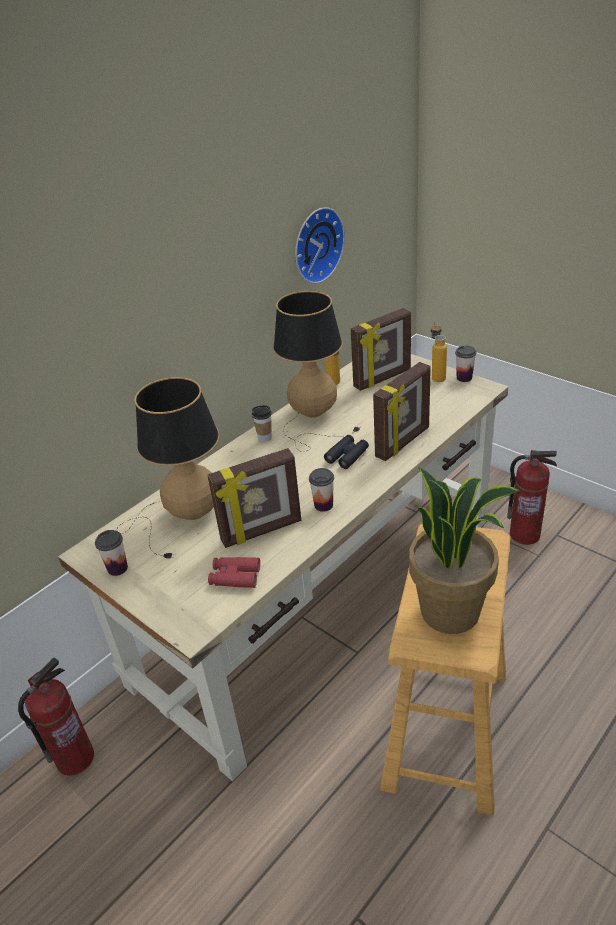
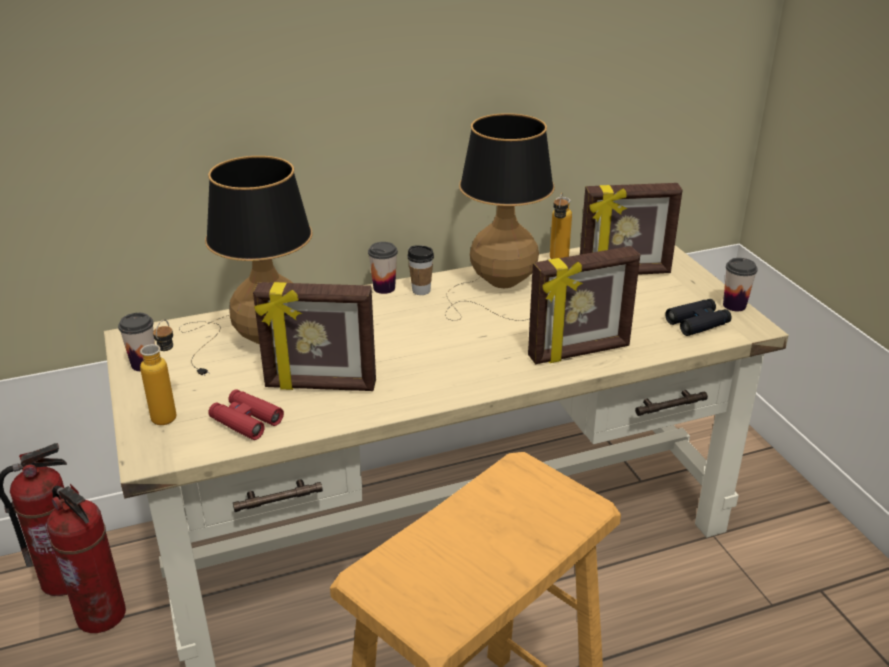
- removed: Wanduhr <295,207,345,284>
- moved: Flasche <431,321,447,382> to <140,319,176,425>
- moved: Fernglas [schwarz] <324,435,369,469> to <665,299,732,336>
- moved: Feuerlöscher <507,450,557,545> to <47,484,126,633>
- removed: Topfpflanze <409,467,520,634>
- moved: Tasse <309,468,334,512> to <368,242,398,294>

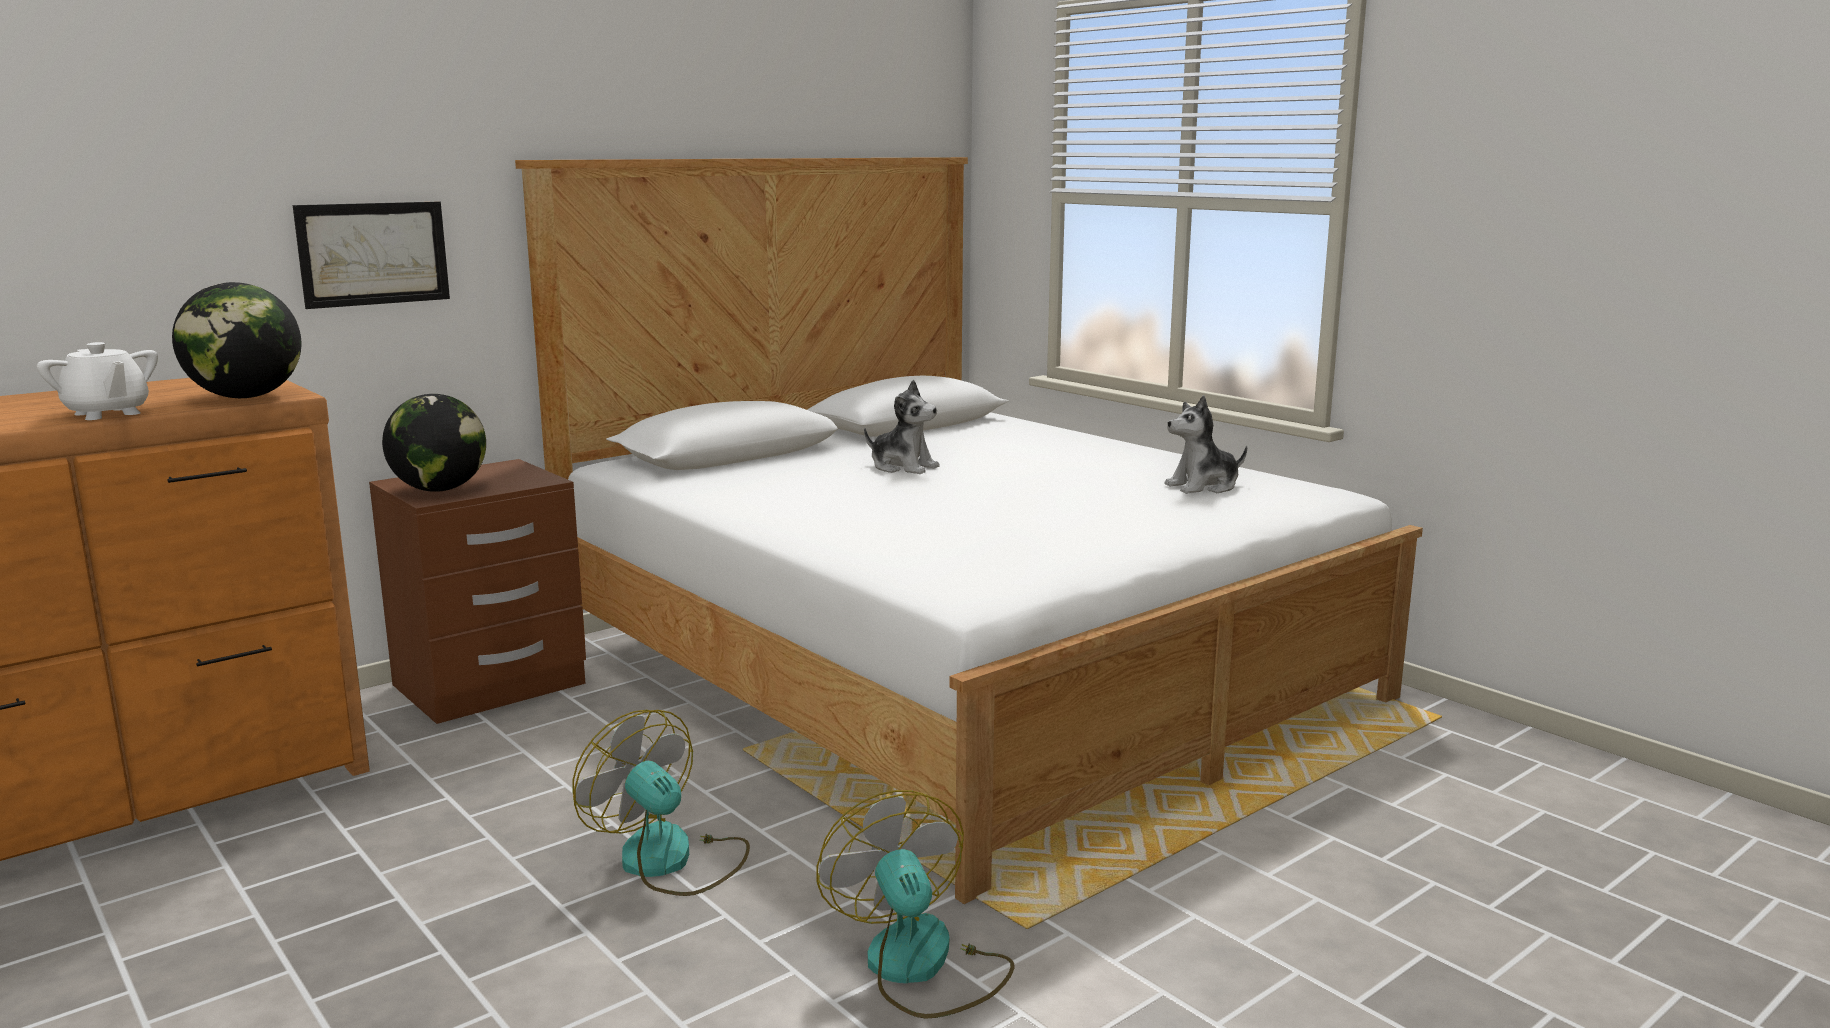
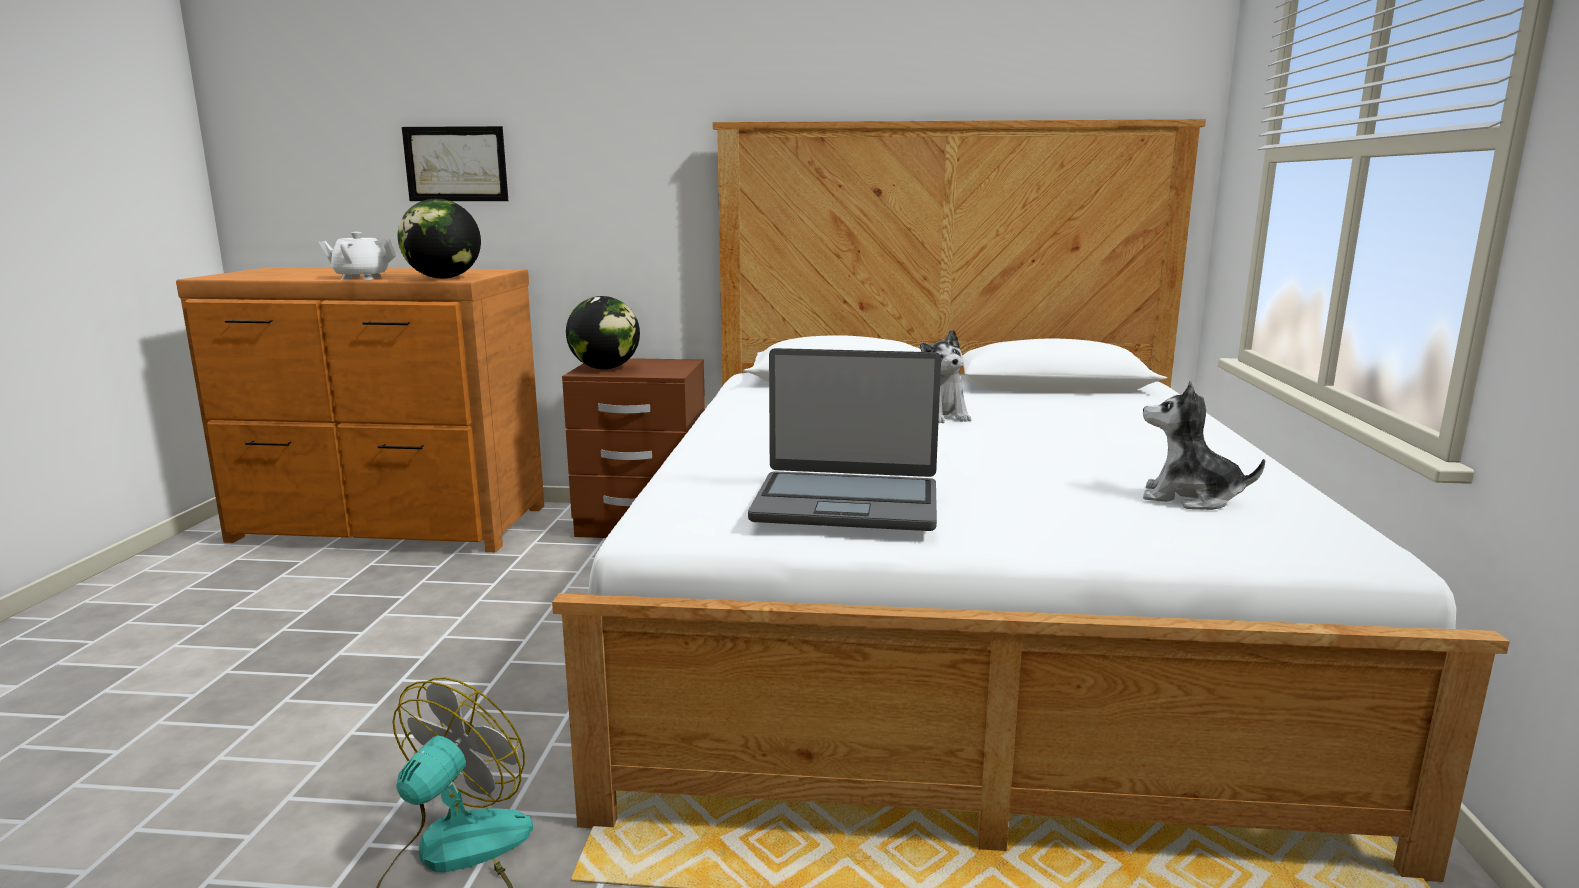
- moved: Bild <293,202,450,309> to <402,126,508,201>
- turned: Teekanne [weiß] <37,342,158,420> = <319,232,396,280> 90 degrees clockwise
- removed: Ventilator <573,710,750,896>
- added: Laptop <748,348,941,531>

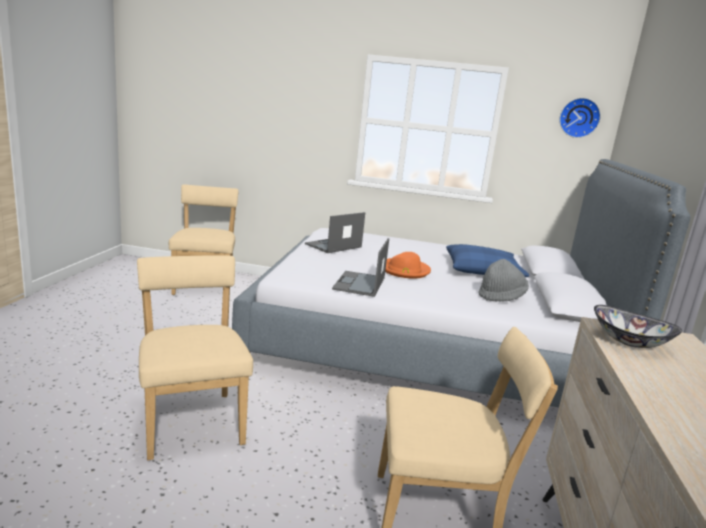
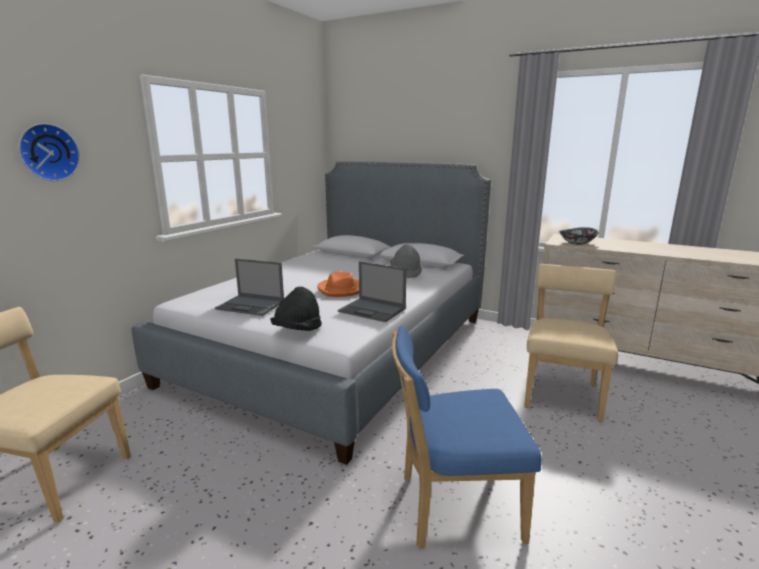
- moved: Wanduhr <559,98,601,138> to <18,123,80,181>
- turned: Laptop <305,212,365,253> = <215,258,284,316> 45 degrees counterclockwise
- removed: Kissen [blau] <446,244,529,277>
- recoloured: Stuhl [beige] <137,255,253,460> to Stuhl [blau] <392,325,542,550>
- added: Hut [schwarz] <270,287,322,331>

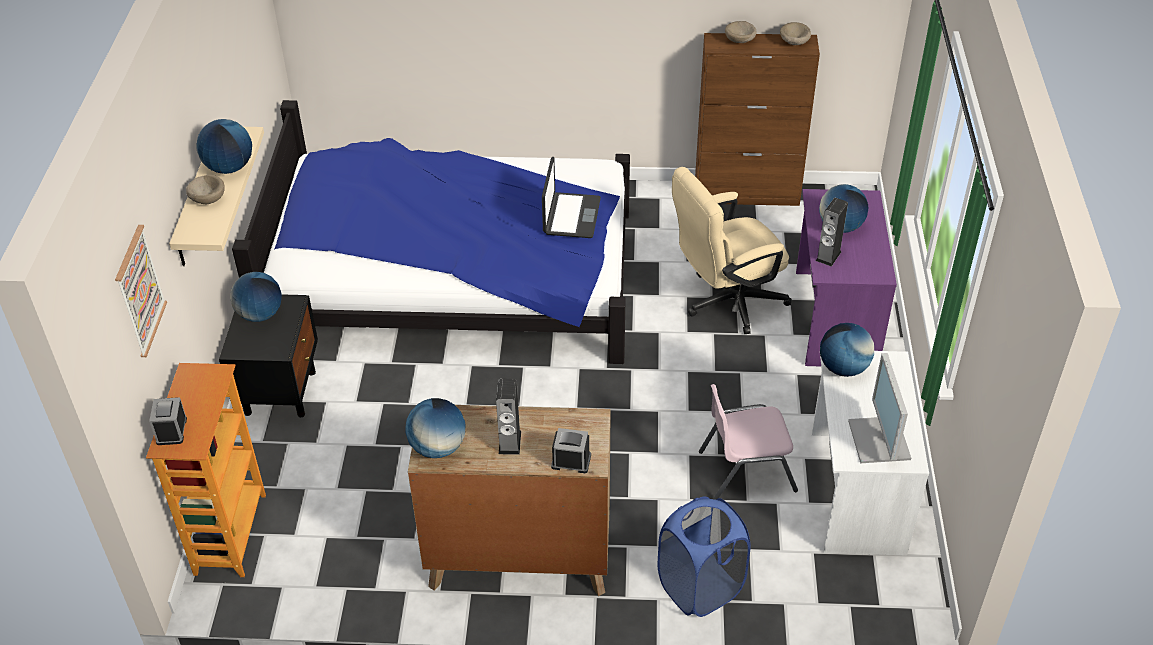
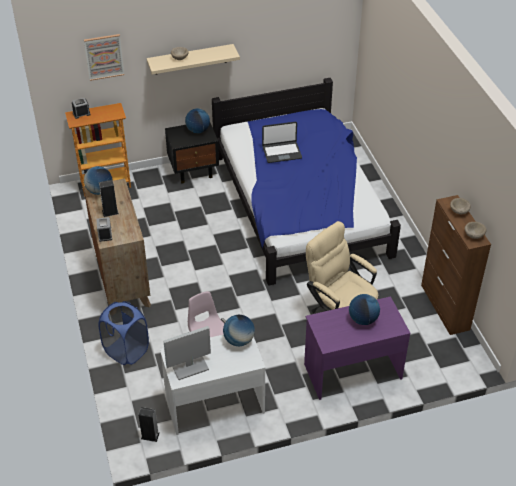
- removed: Globus <196,119,252,174>
- moved: Laptop <542,157,601,238> to <262,122,302,163>
- moved: Lautsprecher <816,198,848,267> to <139,407,160,442>

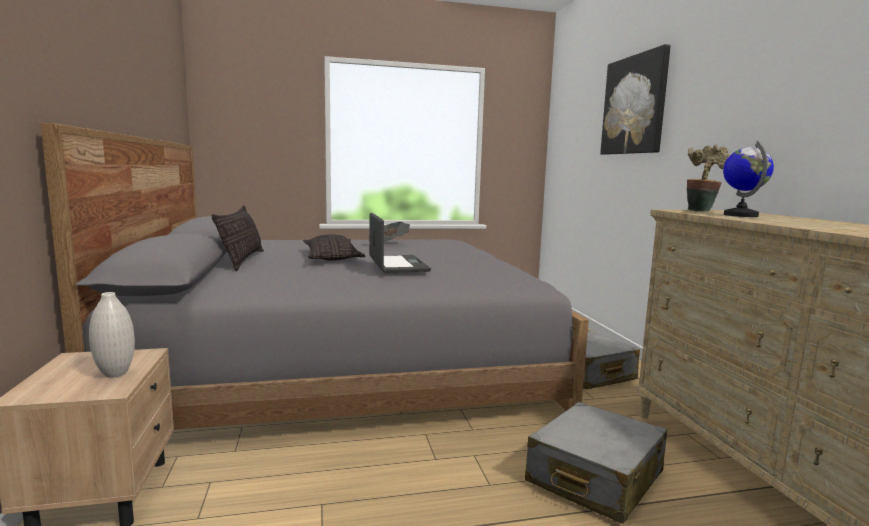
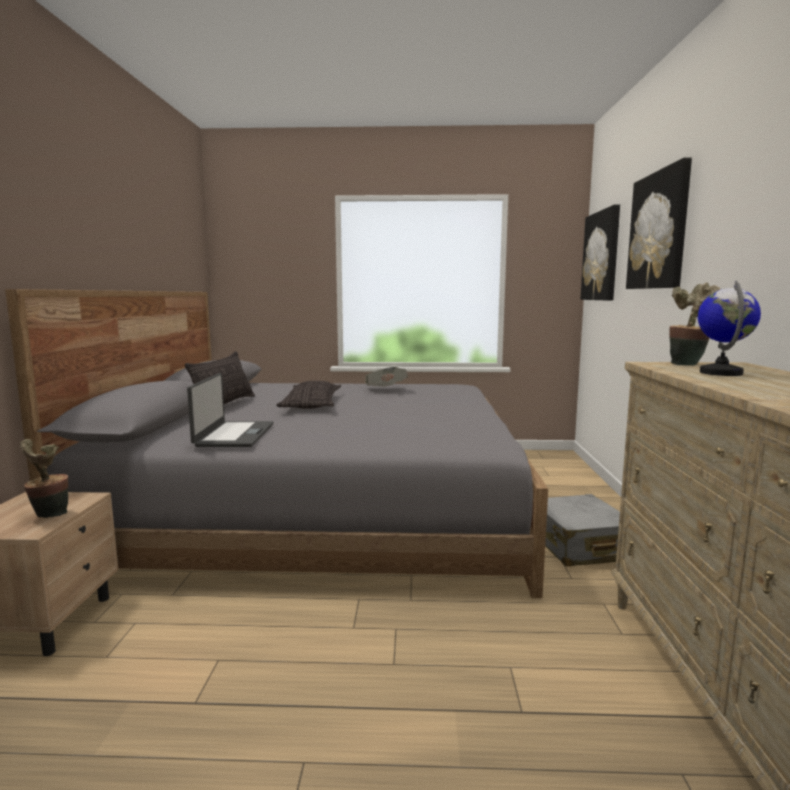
- moved: Laptop <369,213,431,273> to <187,373,273,447>
- replaced: Vase [weiß] <89,292,135,378> to Topfpflanze <20,439,68,518>
- removed: Koffer [grau] <525,402,667,524>
- added: Bild <580,204,620,301>

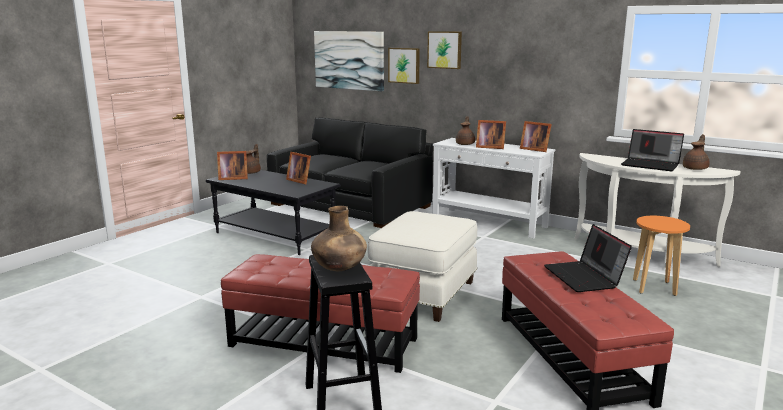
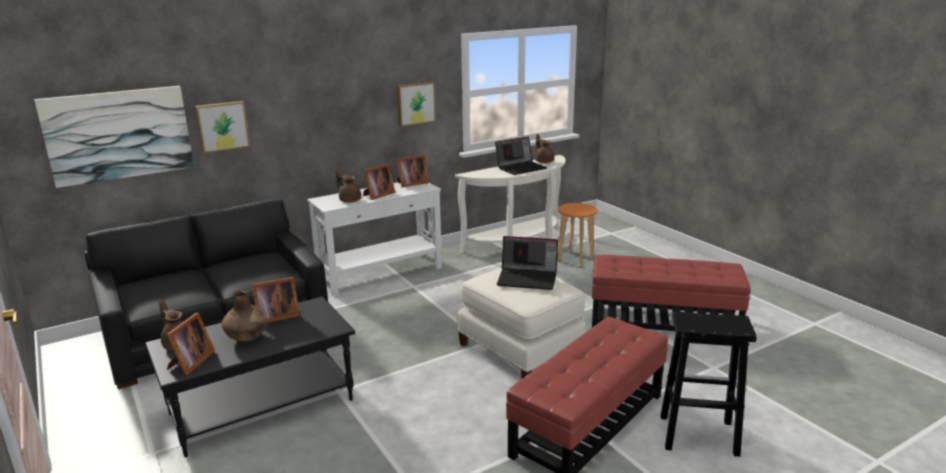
- moved: Bild <427,31,462,69> to <397,82,436,126>
- moved: Vase [braun] <311,206,367,271> to <222,289,268,341>
- moved: Laptop <544,224,632,292> to <497,236,558,290>

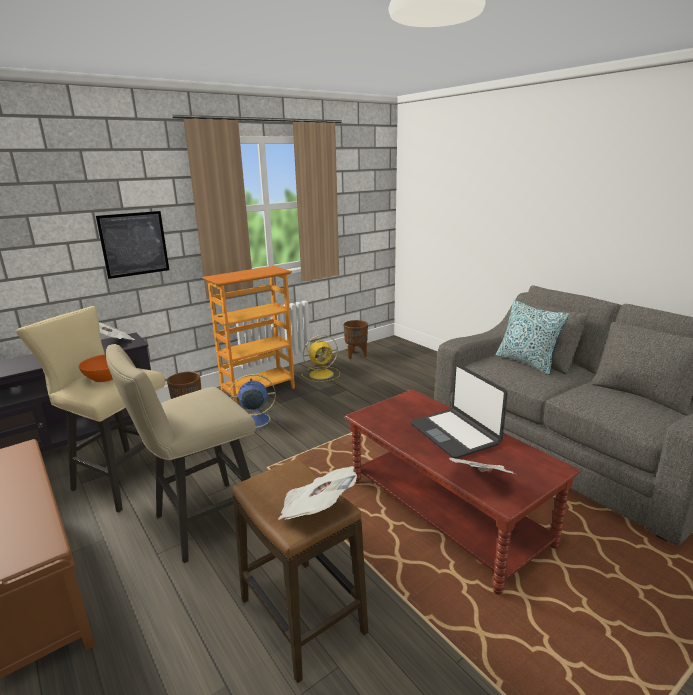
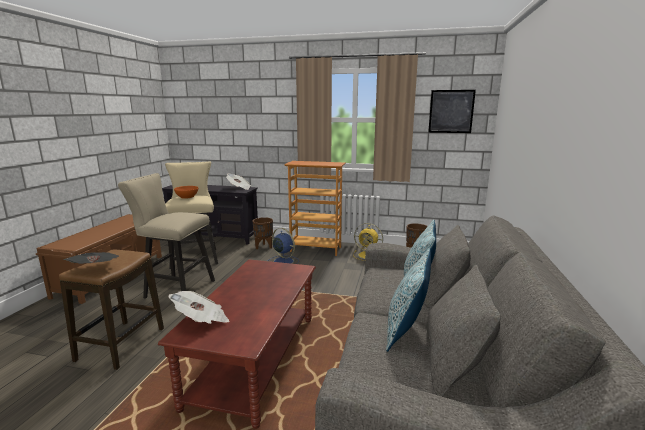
- moved: Bild <96,211,169,279> to <428,90,476,133>
- removed: Laptop <410,364,508,459>
- added: Kissen <386,248,431,352>

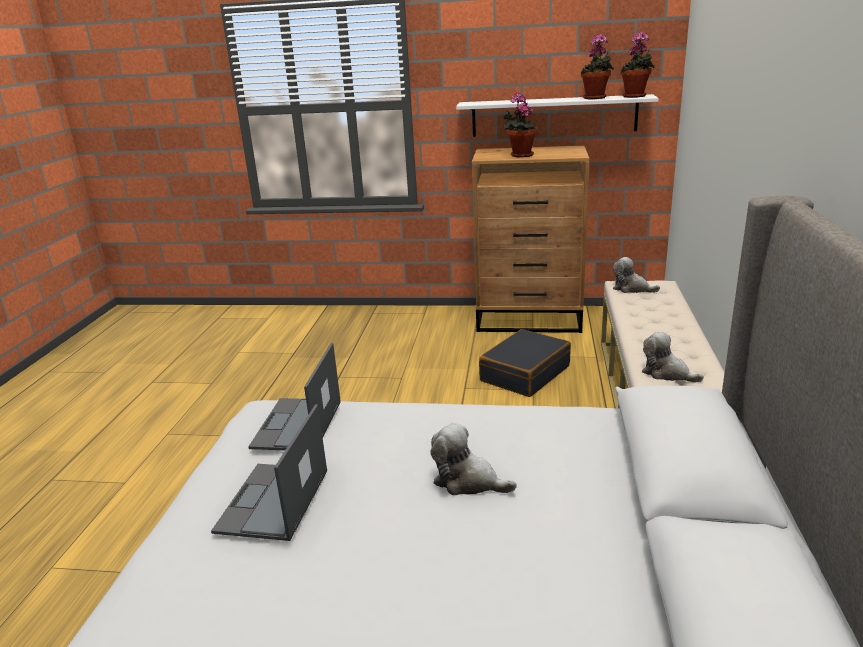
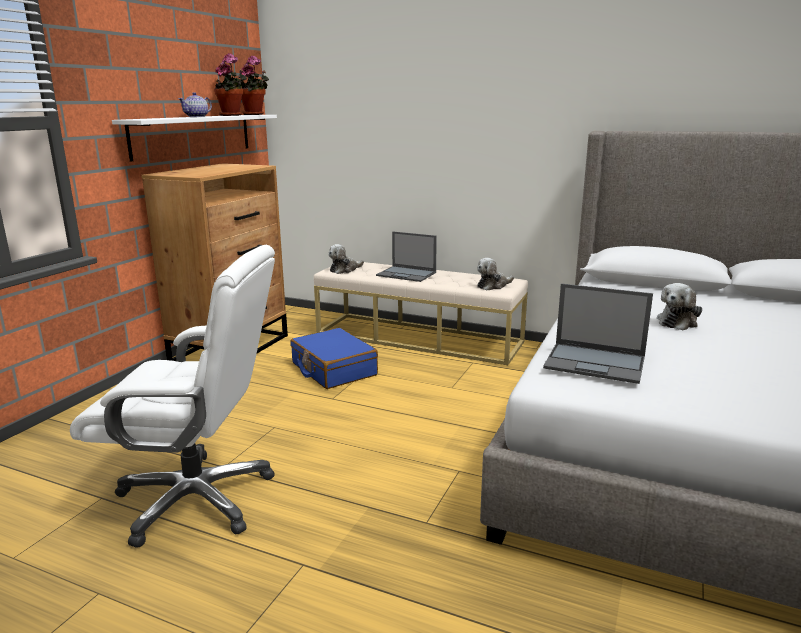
- removed: Topfpflanze <503,92,537,157>
- recoloured: Koffer [schwarz] <479,329,571,397> to Koffer [blau] <290,328,378,389>
- moved: Laptop <211,404,327,541> to <376,231,437,282>
- added: Teekanne <178,92,212,117>
- added: Bürostuhl [weiß] <70,245,275,548>

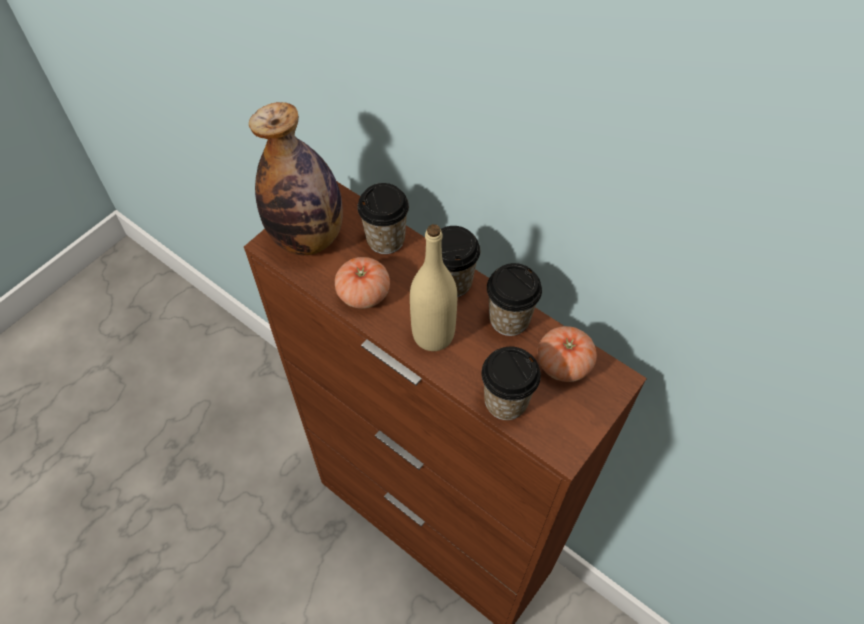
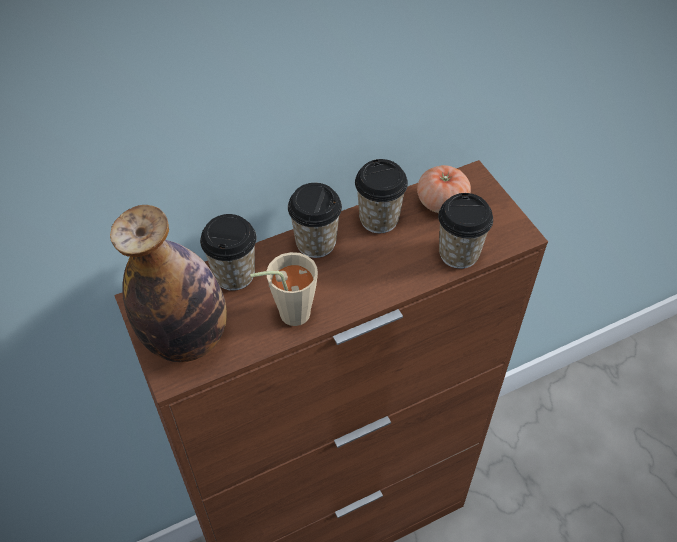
- removed: Flasche [beige] <410,224,457,351>
- replaced: Tomate <335,257,390,309> to Tasse [beige] <250,252,318,326>

